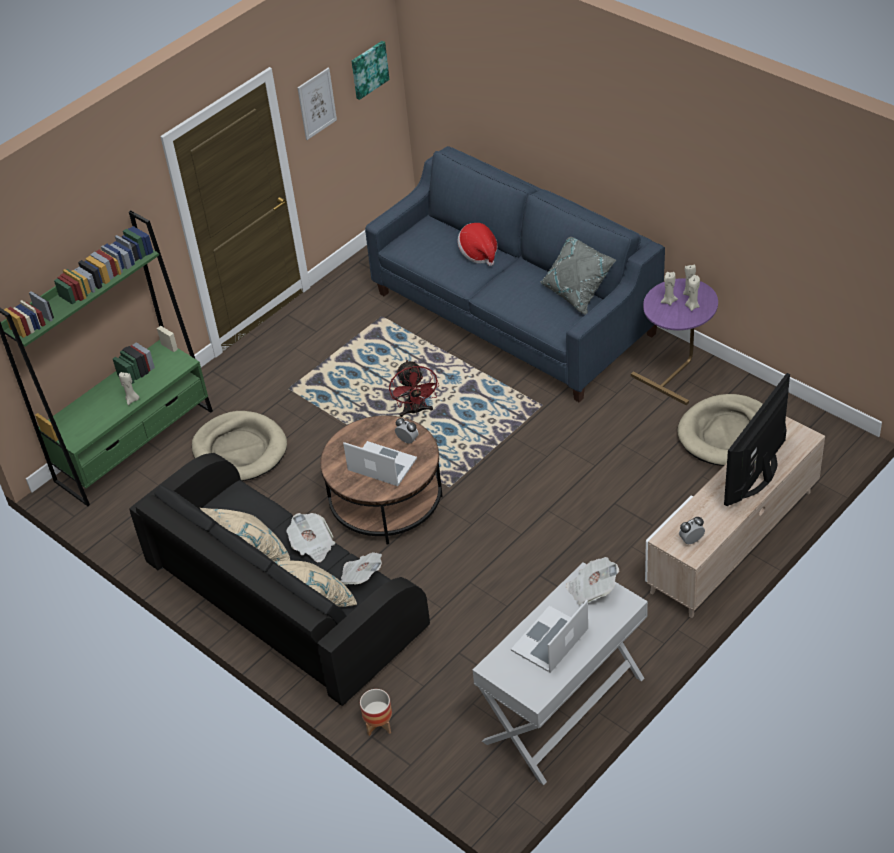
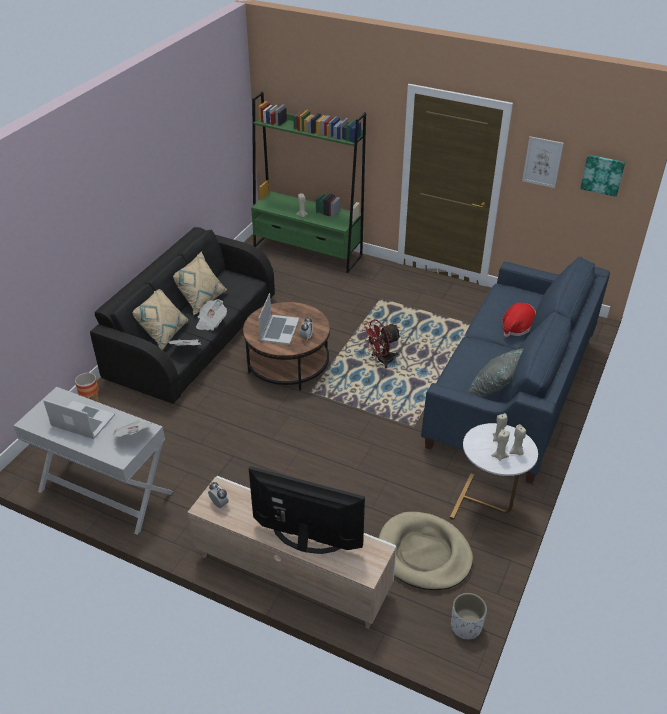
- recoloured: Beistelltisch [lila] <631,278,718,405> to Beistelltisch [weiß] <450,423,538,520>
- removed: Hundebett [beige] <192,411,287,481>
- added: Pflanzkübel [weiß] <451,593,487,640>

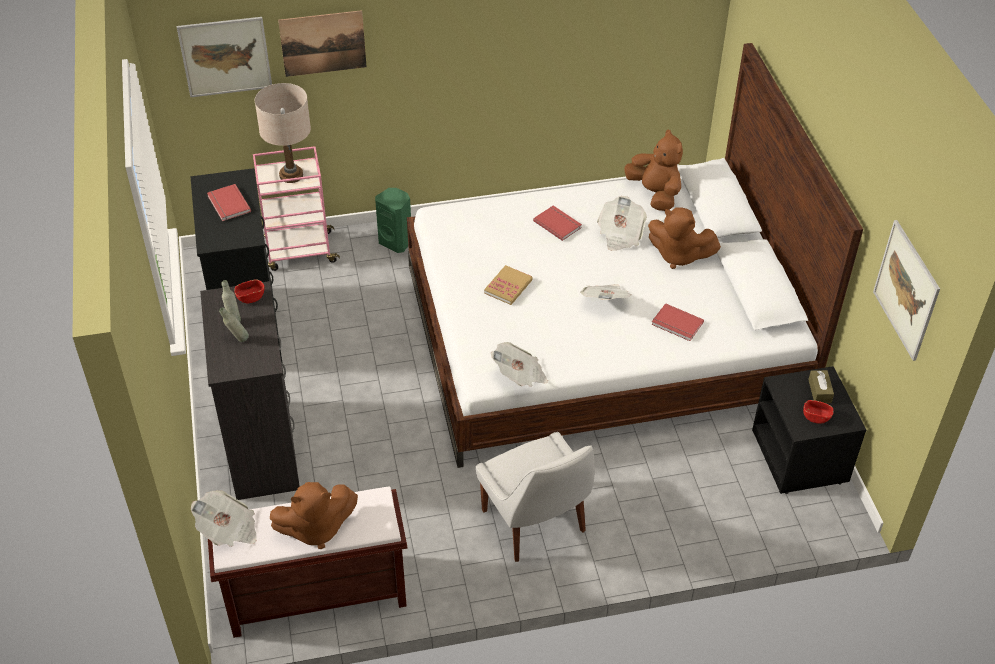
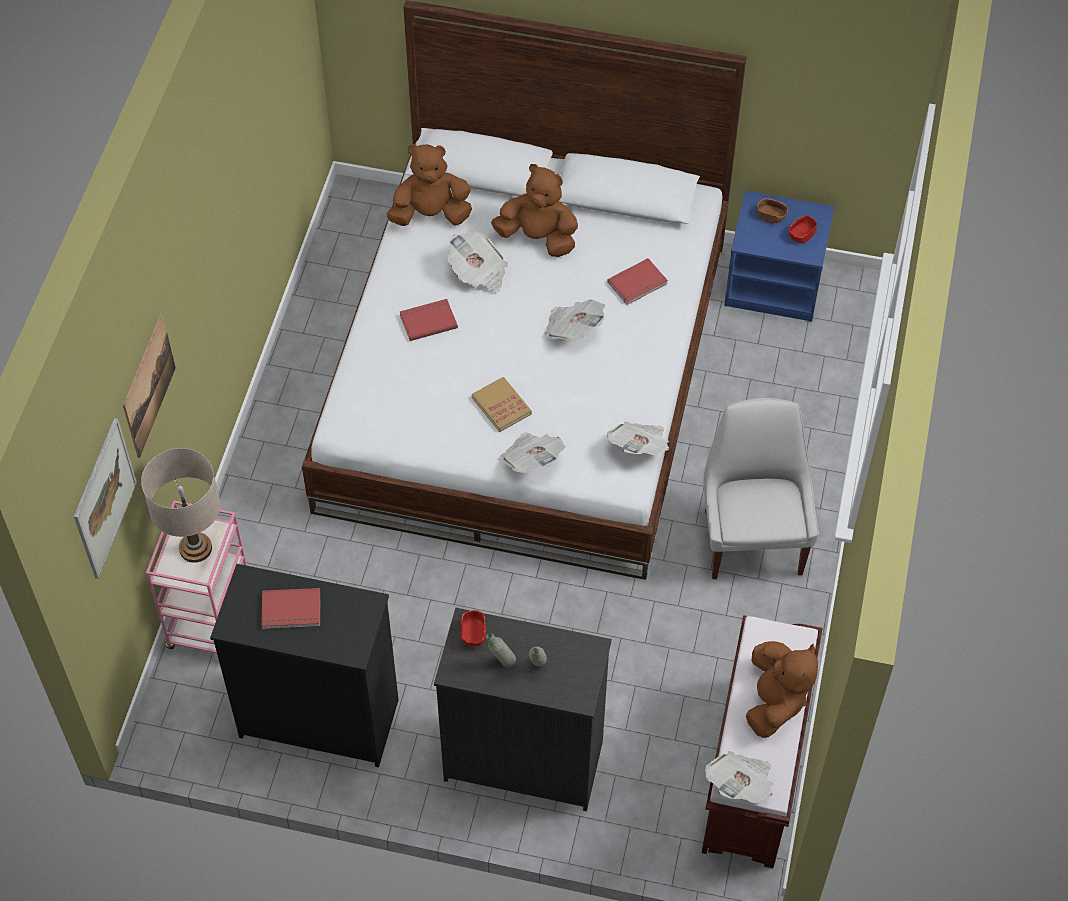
- removed: Lautsprecher [grün] <375,188,411,253>
- turned: Plüschtier [braun] <648,207,721,269> = <491,164,578,257> 120 degrees counterclockwise
- removed: Bild <873,220,940,361>
- recoloured: Nachttisch [schwarz] <752,366,866,494> to Nachttisch [blau] <724,191,834,322>
- replaced: Taschentuchbox [braun] <808,370,834,403> to Schüssel [braun] <757,198,788,223>
- turned: Stuhl [weiß] <476,432,595,562> = <703,398,819,579> 90 degrees counterclockwise
- added: Zeitung <501,433,566,473>

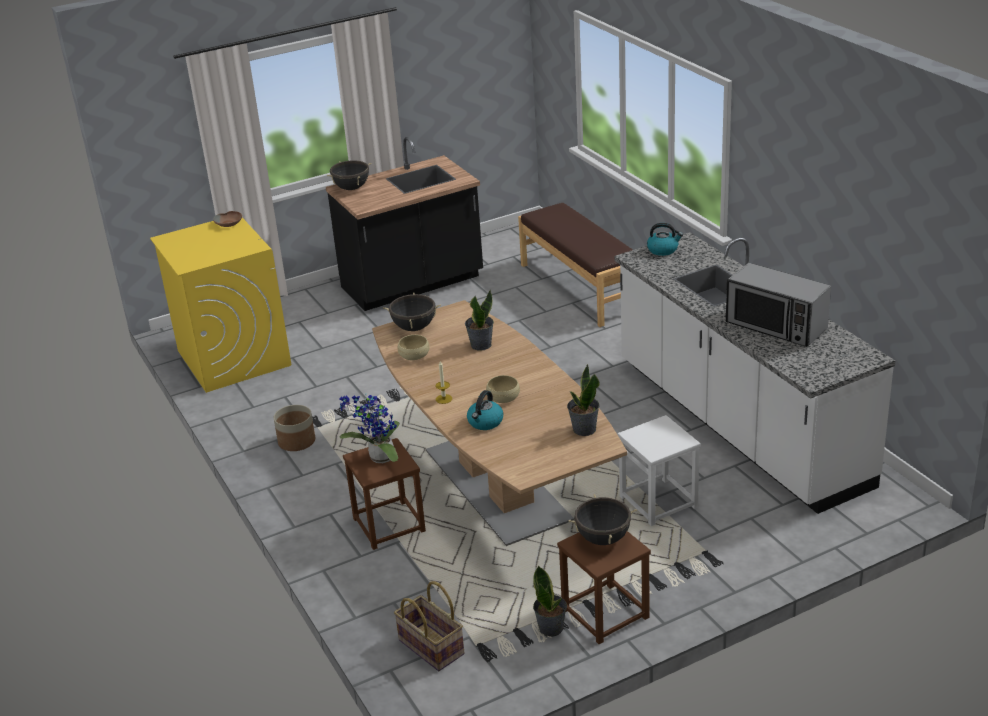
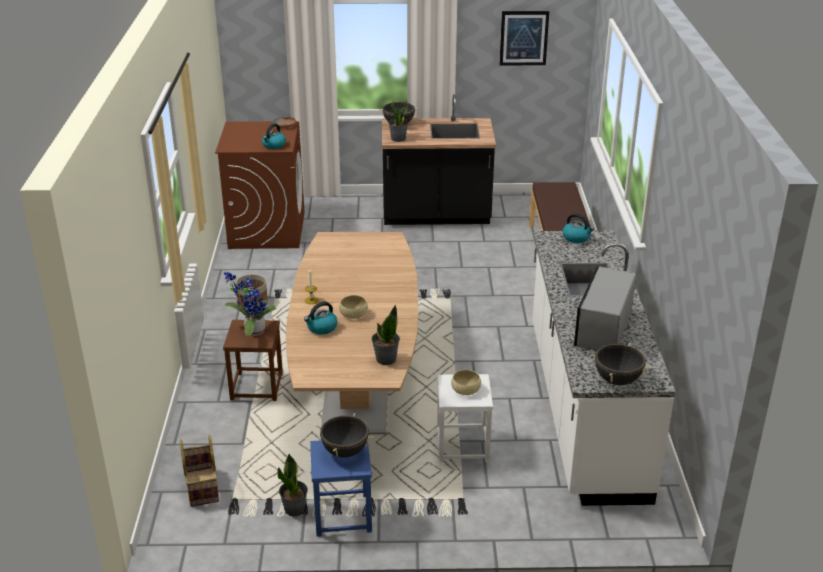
- recoloured: Waschmaschine [gelb] <150,218,291,393> to Waschmaschine [braun] <215,121,305,249>
- turned: Mikrowelle <726,263,831,347> = <574,266,636,351> 45 degrees clockwise
- moved: Topfpflanze <465,290,494,351> to <388,101,408,142>
- moved: Kochtopf [schwarz] <383,293,441,331> to <591,343,651,385>
- moved: Schüssel [beige] <398,335,429,360> to <451,370,481,395>
- recoloured: Hocker [braun] <557,531,651,644> to Hocker [blau] <310,440,372,536>
- added: Bild <499,11,549,66>
- added: Wasserkessel <262,123,286,149>

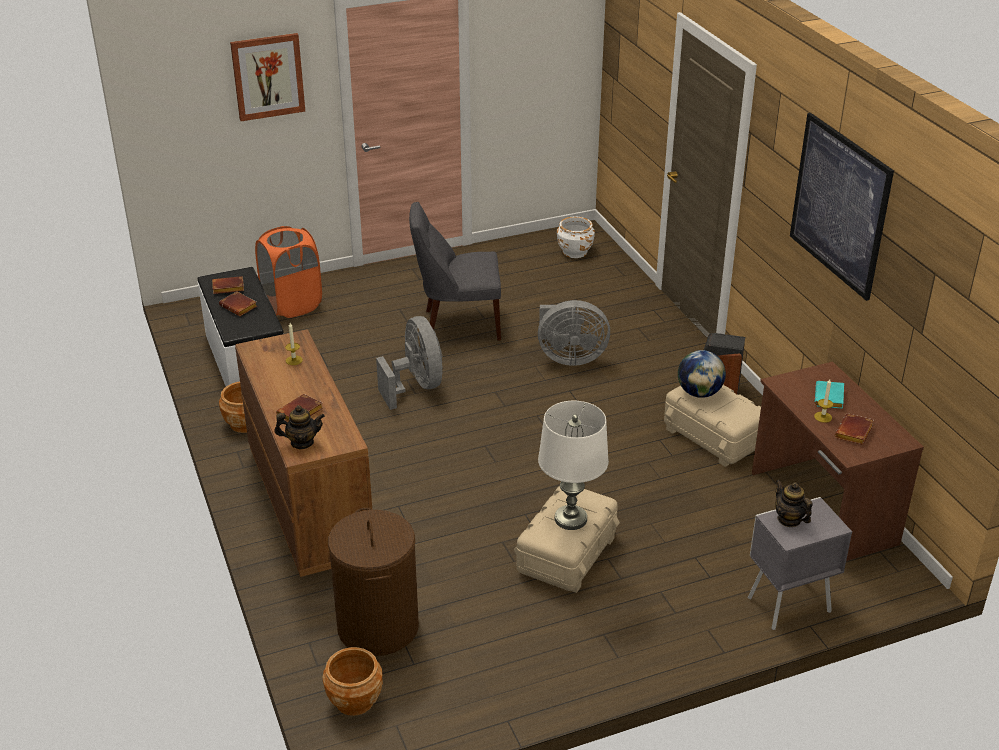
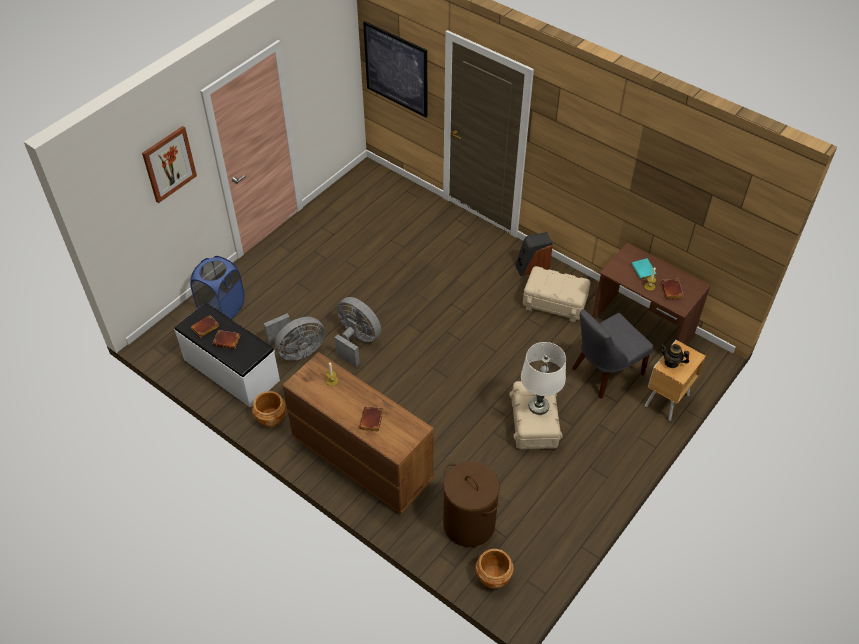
- moved: Bild <790,113,894,301> to <363,21,427,117>
- moved: Stuhl [grau] <409,202,501,340> to <572,309,653,399>
- removed: Pflanzkübel [weiß] <557,216,595,258>
- recoloured: Wäschekorb [orange] <255,226,322,318> to Wäschekorb [blau] <190,256,244,320>
- moved: Ventilator [grau] <538,300,610,366> to <264,314,325,361>
- removed: Globus <678,350,726,398>
- removed: Teekanne <275,405,325,449>
- recoloured: Nachttisch [grau] <748,497,852,630> to Nachttisch [braun] <645,340,706,421>

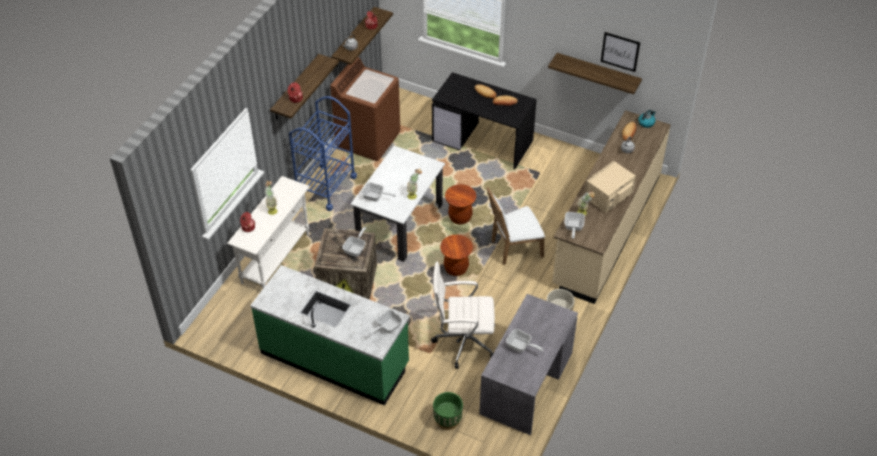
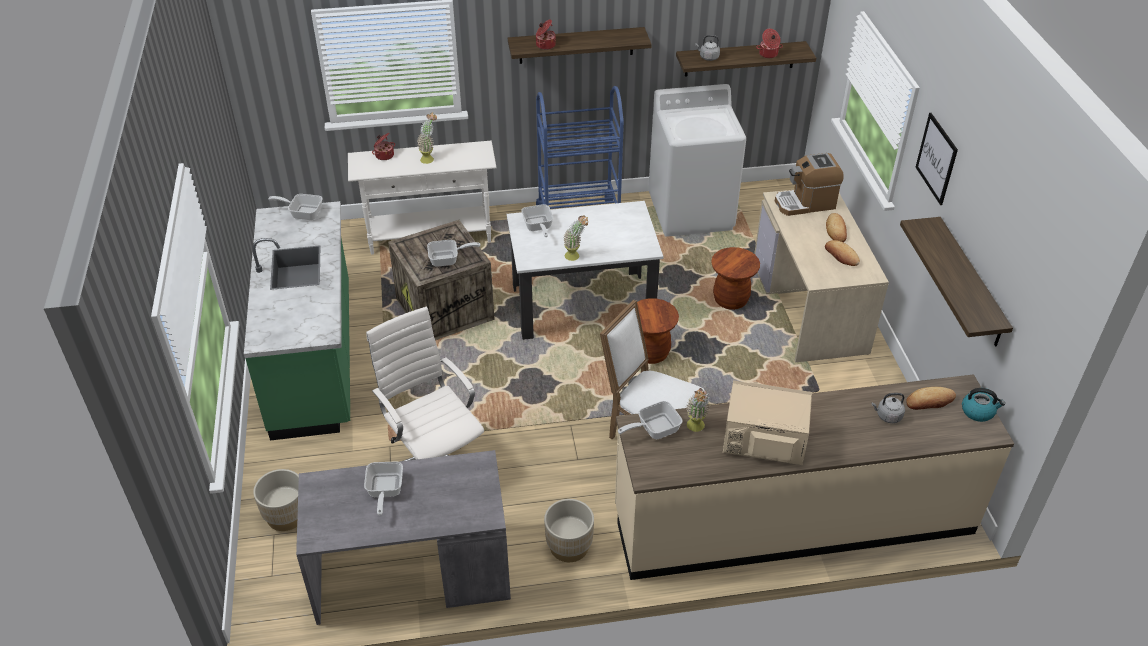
- moved: Bild <601,32,640,72> to <916,113,958,205>
- recoloured: Waschmaschine [braun] <330,57,400,161> to Waschmaschine [weiß] <648,84,746,237>
- recoloured: Schreibtisch [schwarz] <432,72,537,169> to Schreibtisch [beige] <754,190,889,362>
- moved: Hocker [braun] <440,235,473,276> to <711,247,760,310>
- moved: Pfanne <369,310,402,336> to <268,194,323,220>
- recoloured: Pflanzkübel [grün] <433,392,463,430> to Pflanzkübel [beige] <253,469,299,531>
- added: Kaffeemaschine <775,153,843,216>

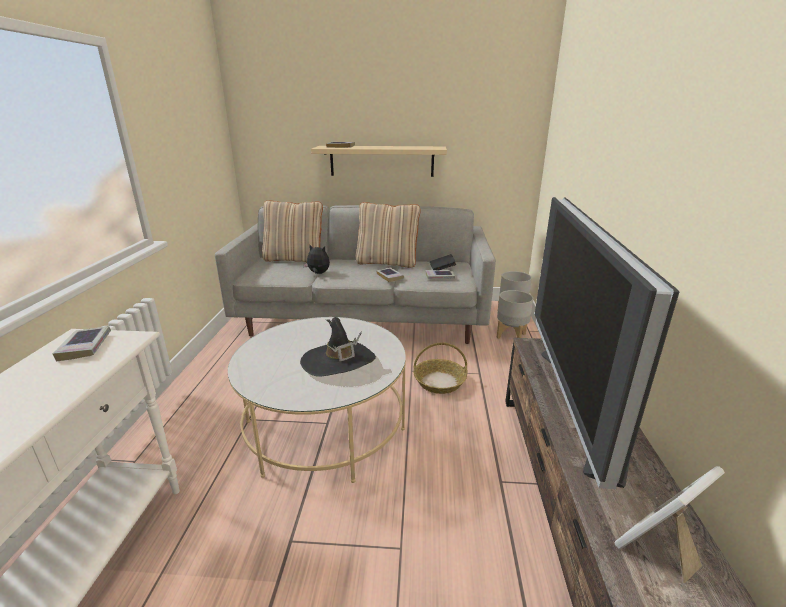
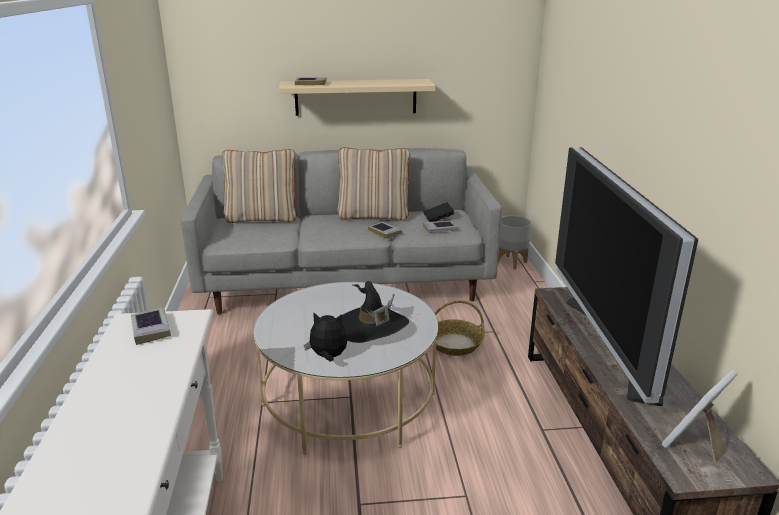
- moved: Plüschtier <303,245,330,274> to <304,312,347,362>
- removed: Pflanzkübel [grau] <497,290,533,339>

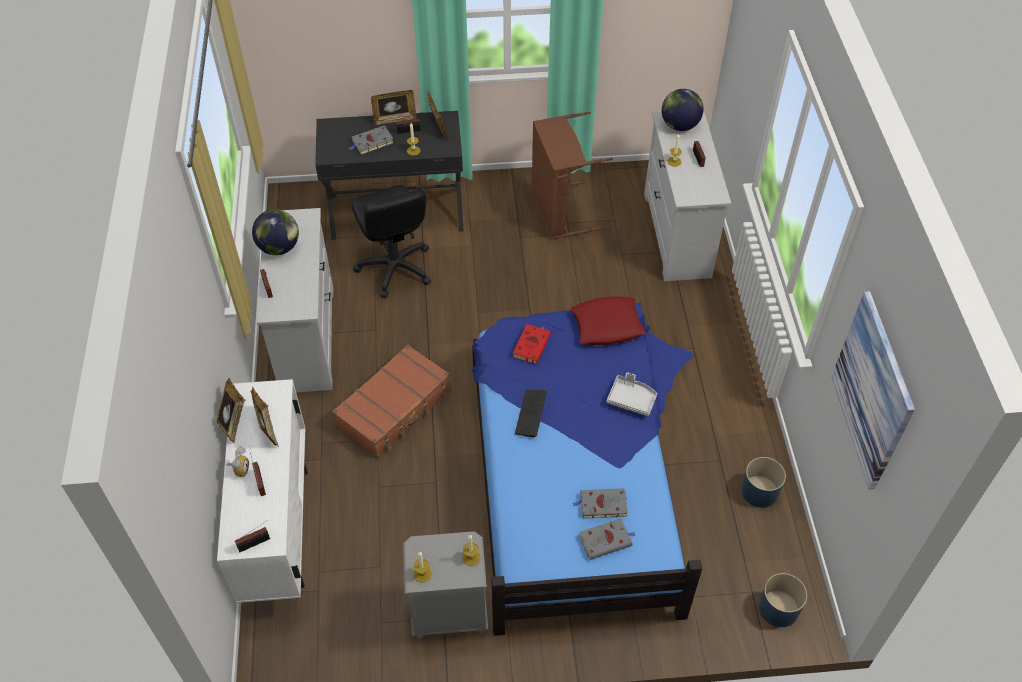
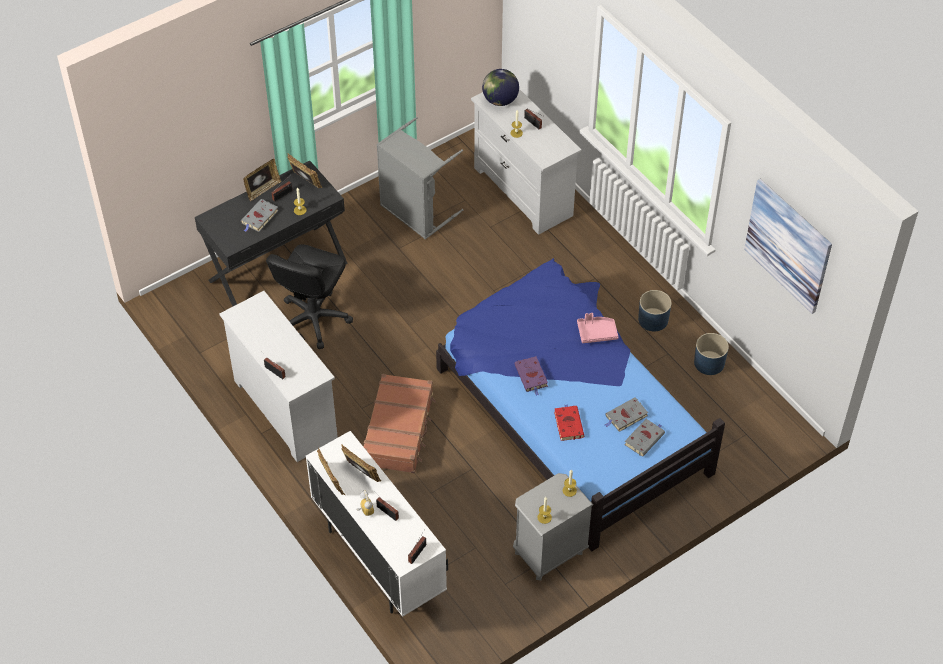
- recoloured: Wäschekorb [braun] <532,112,613,240> to Wäschekorb [grau] <376,117,463,239>
- turned: Bürostuhl [schwarz] <352,185,431,298> = <266,244,353,349> 75 degrees clockwise
- removed: Globus <252,209,299,255>
- removed: Kissen [rot] <571,297,646,345>
- moved: Buch [rot] <513,324,551,364> to <554,404,584,441>
- recoloured: Tablett [grau] <607,372,657,416> to Tablett [rosa] <577,313,618,343>
- replaced: Tastatur <515,390,547,438> to Buch [lila] <514,356,548,396>
- moved: Pflanzkübel [blau] <759,573,807,627> to <638,290,671,332>

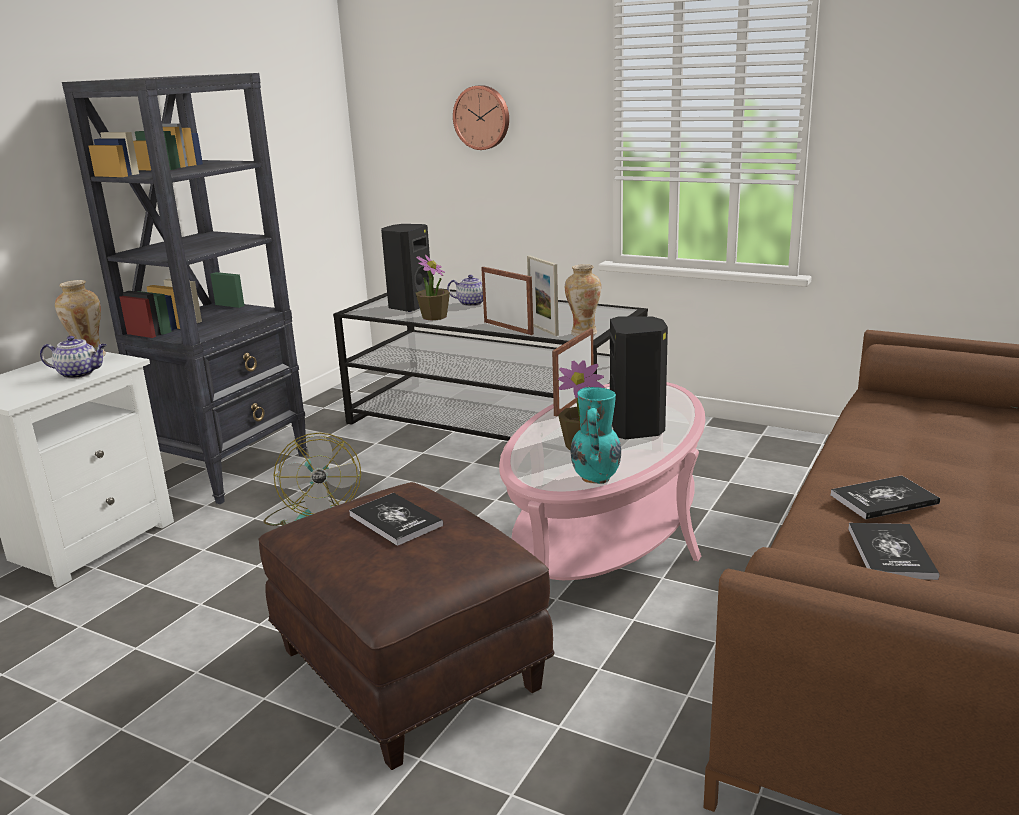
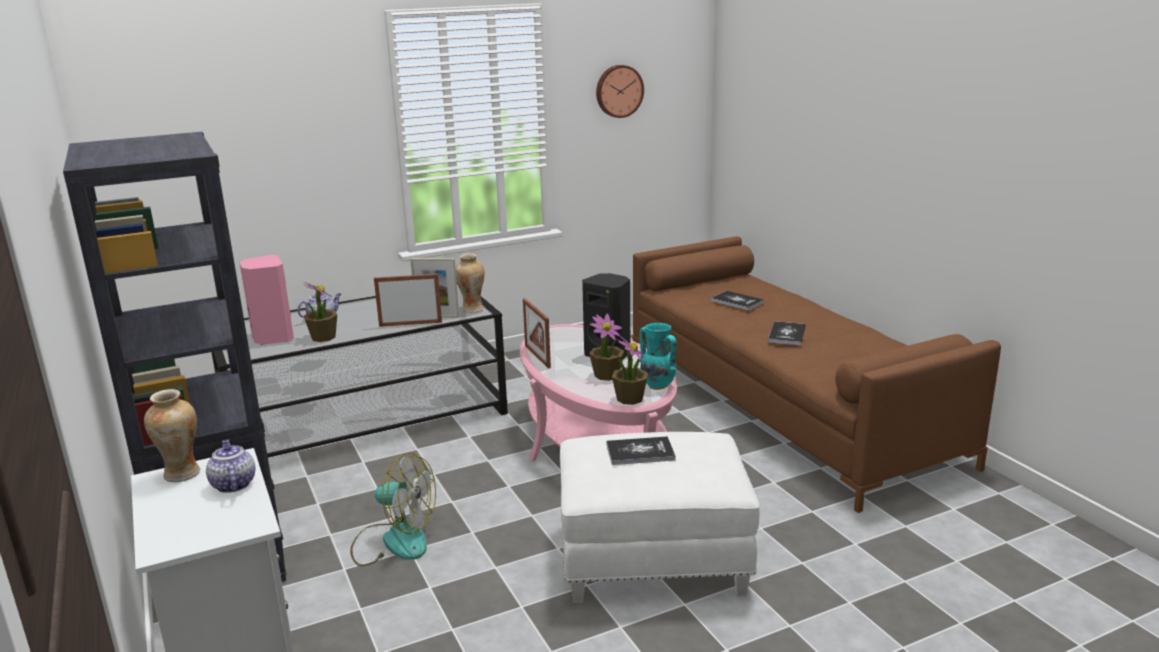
- moved: Wanduhr <453,85,509,150> to <596,65,644,118>
- recoloured: Lautsprecher [schwarz] <381,224,430,312> to Lautsprecher [rosa] <240,255,294,345>
- turned: Teekanne <40,336,106,379> = <206,440,256,493> 60 degrees counterclockwise
- recoloured: Polsterhocker [braun] <258,482,555,770> to Polsterhocker [weiß] <560,432,760,603>
- moved: Buch <848,523,939,580> to <711,291,764,311>
- added: Topfpflanze <612,336,648,405>

